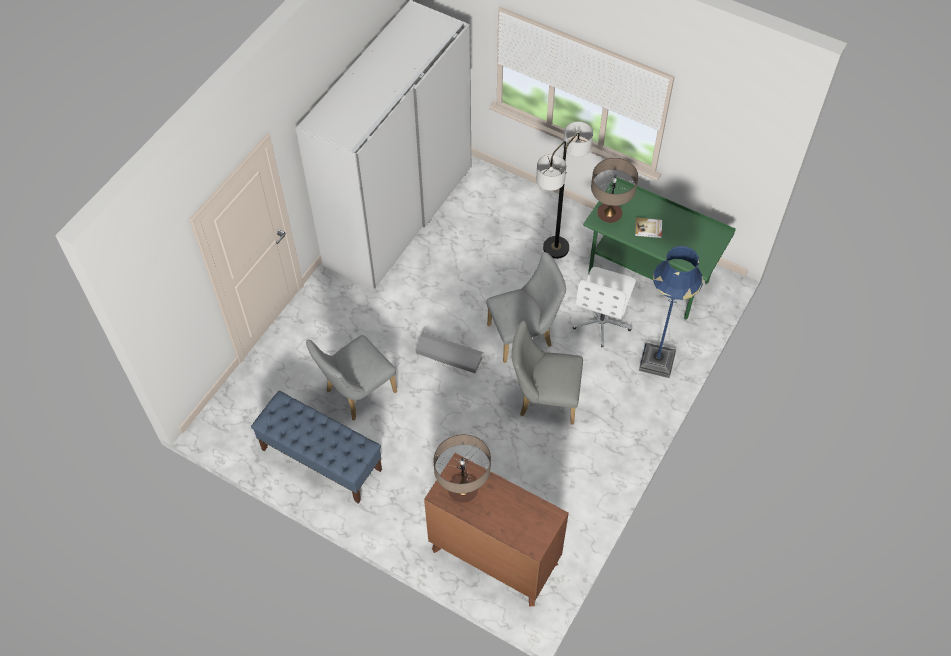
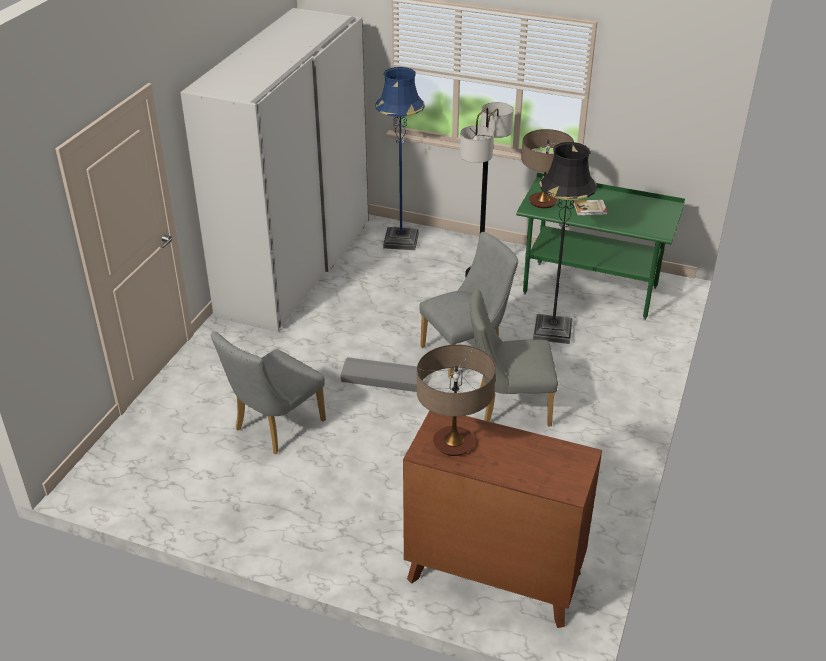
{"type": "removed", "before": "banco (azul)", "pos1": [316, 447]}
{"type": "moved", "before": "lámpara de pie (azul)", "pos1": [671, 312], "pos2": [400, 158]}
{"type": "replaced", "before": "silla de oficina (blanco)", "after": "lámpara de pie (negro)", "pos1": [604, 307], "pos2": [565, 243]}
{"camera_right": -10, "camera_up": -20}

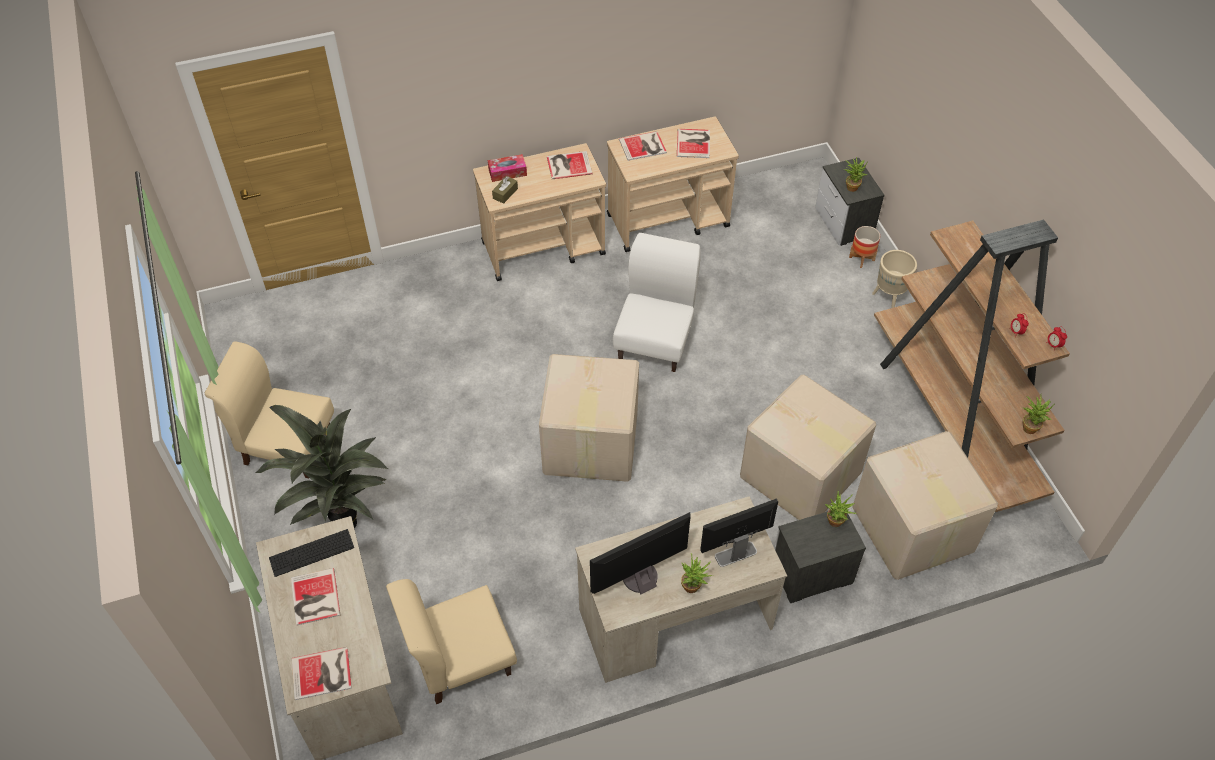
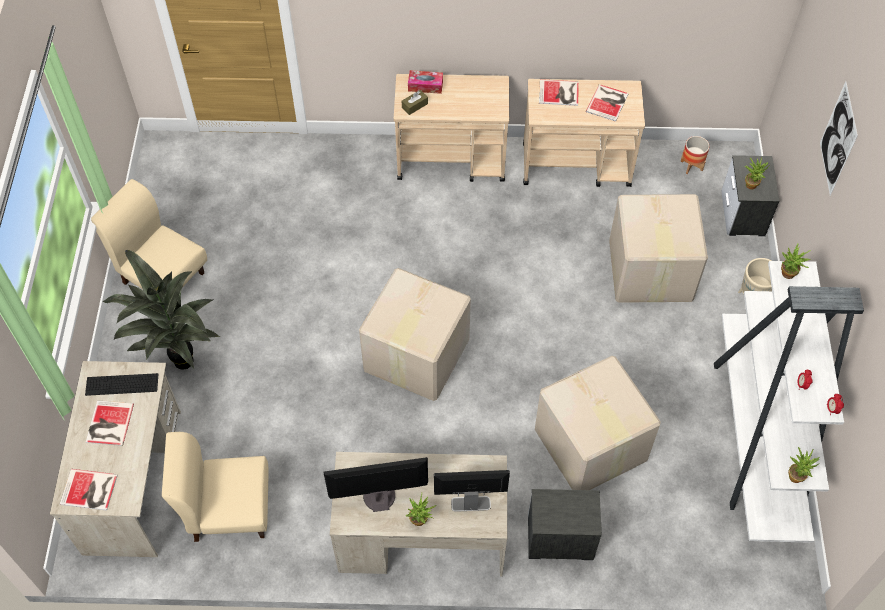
{"type": "removed", "before": "libro", "pos1": [569, 165]}
{"type": "removed", "before": "silla (blanco)", "pos1": [657, 302]}
{"type": "added", "after": "cuadro", "pos2": [839, 138]}
{"type": "moved", "before": "planta en maceta", "pos1": [841, 509], "pos2": [796, 261]}
{"type": "moved", "before": "maceta", "pos1": [864, 247], "pos2": [694, 155]}
{"type": "moved", "before": "caja de cartón", "pos1": [925, 505], "pos2": [658, 248]}
{"type": "recoloured", "before": "estantería (marrón)", "after": "estantería (blanco)", "pos1": [972, 366], "pos2": [789, 402]}
{"camera_right": 20, "camera_up": 5}

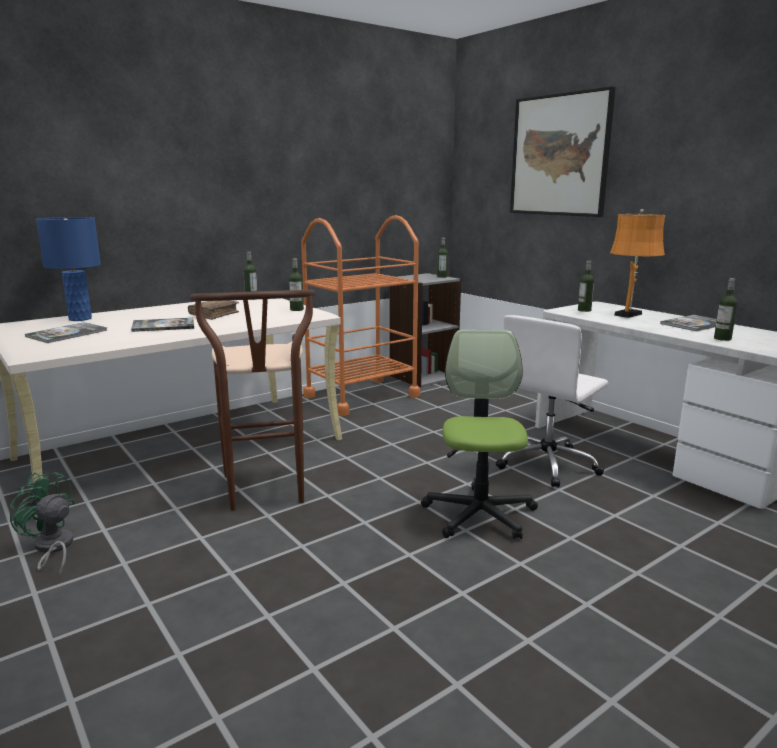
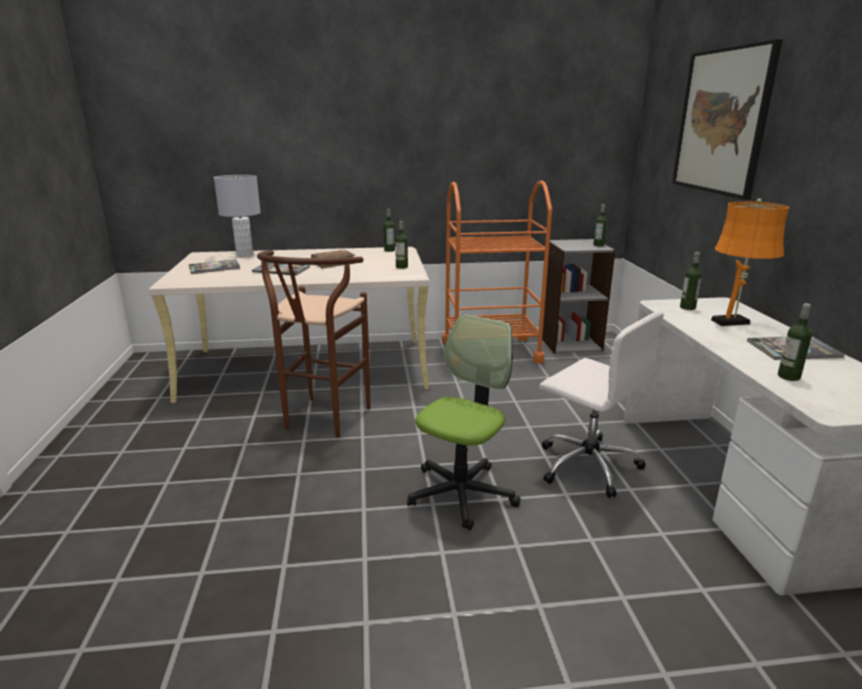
{"type": "removed", "before": "ventilador (verde)", "pos1": [42, 524]}
{"type": "recoloured", "before": "lámpara de mesa (azul)", "after": "lámpara de mesa (gris)", "pos1": [68, 269], "pos2": [237, 216]}
{"type": "turned", "before": "silla de oficina (blanco)", "pos1": [552, 401], "pos2": [601, 405], "turn": -120}
{"camera_right": 30, "camera_up": 5}

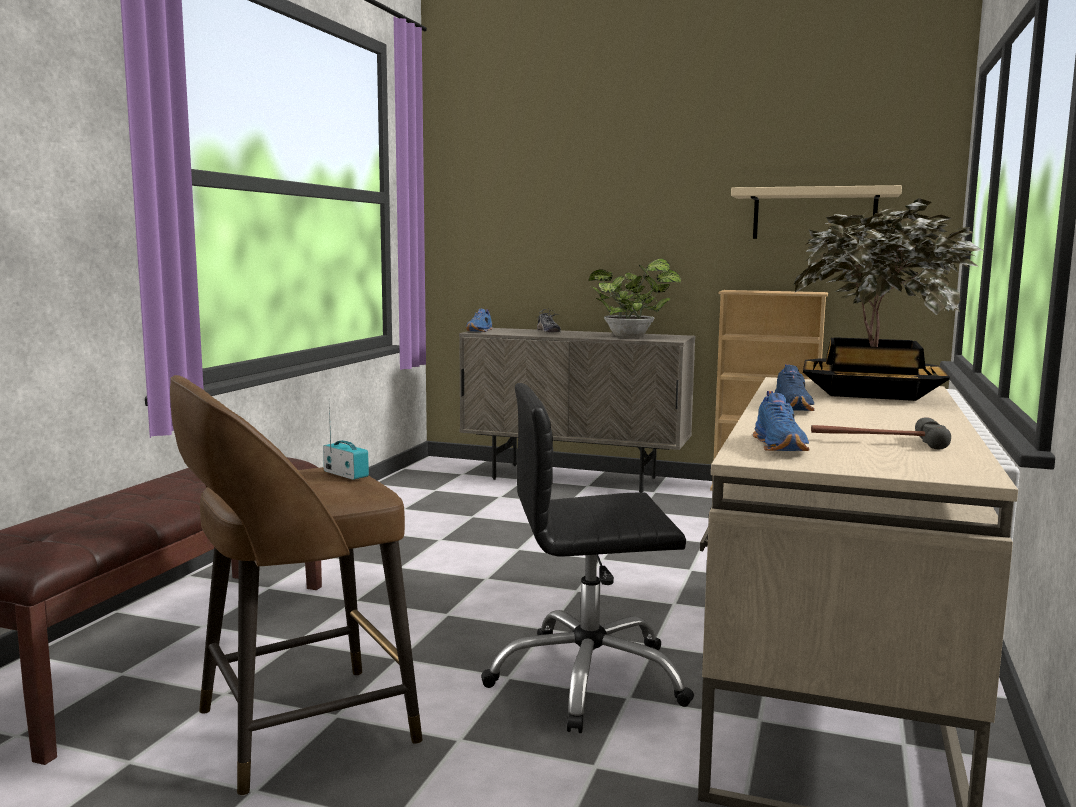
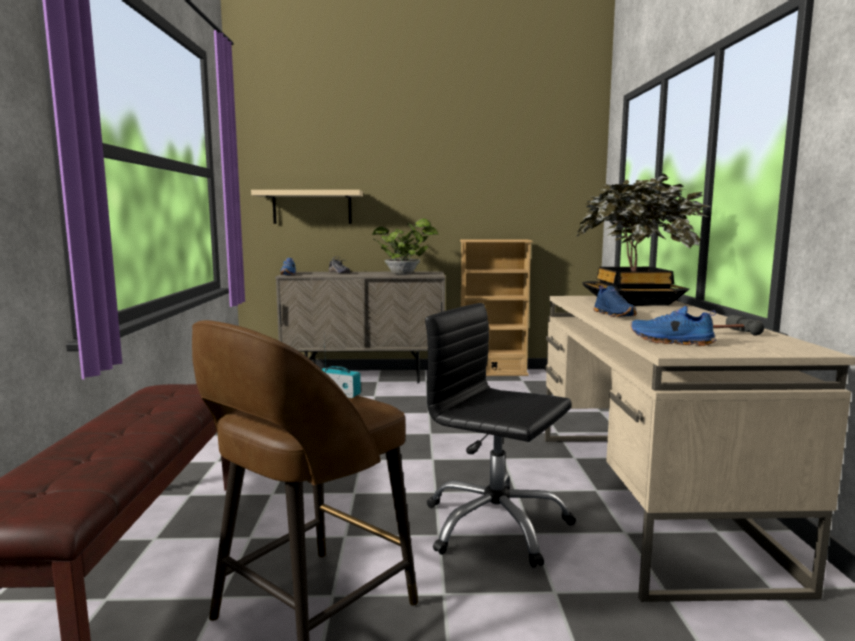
{"type": "moved", "before": "estante (beis)", "pos1": [816, 212], "pos2": [307, 207]}
{"type": "turned", "before": "silla de oficina (negro)", "pos1": [587, 558], "pos2": [500, 435], "turn": 60}
{"type": "turned", "before": "zapato (azul)", "pos1": [781, 421], "pos2": [673, 326], "turn": 135}
{"camera_right": -20, "camera_up": 0}

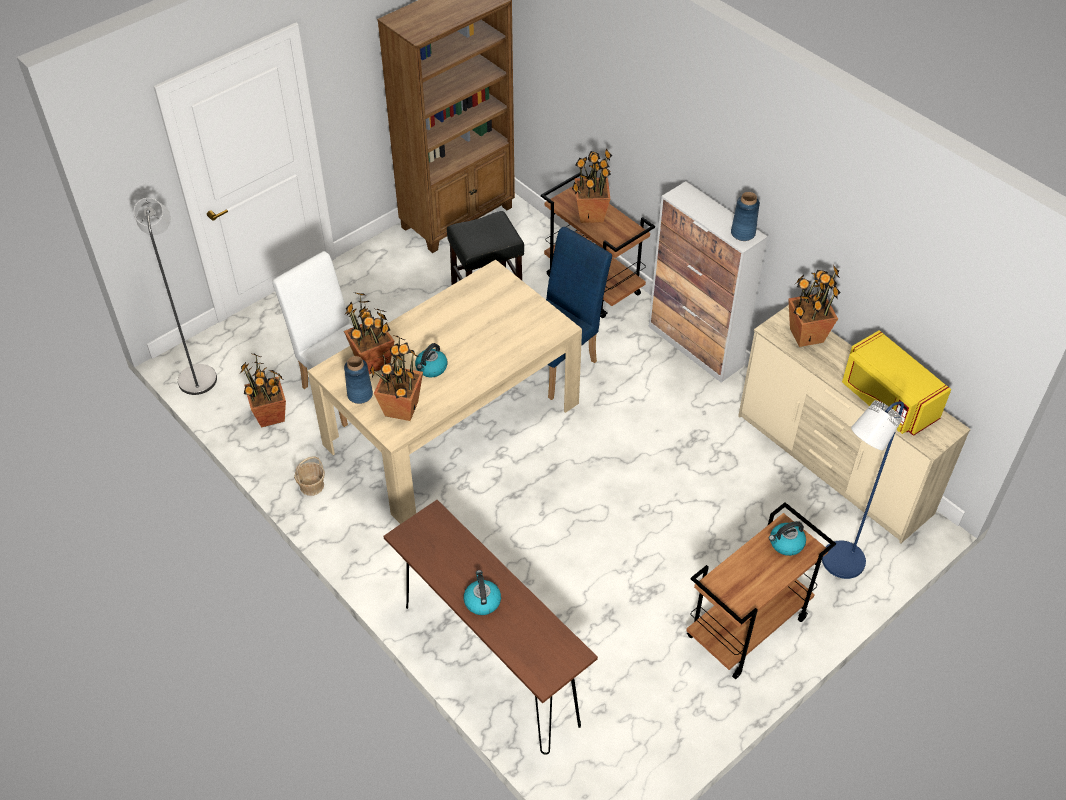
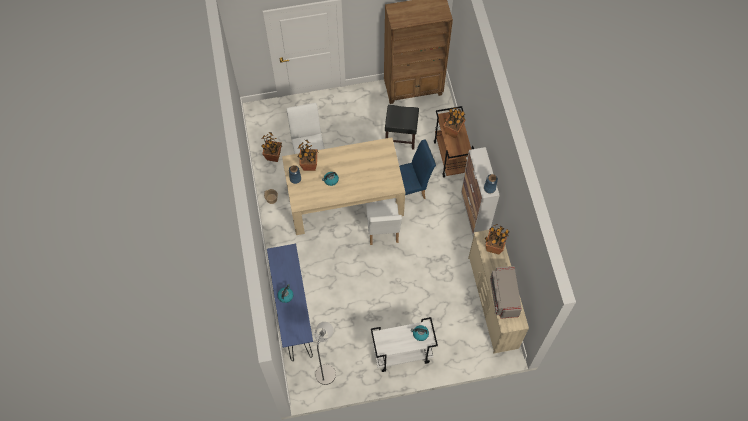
{"type": "removed", "before": "planta en maceta", "pos1": [396, 378]}
{"type": "removed", "before": "lámpara de pie (azul)", "pos1": [863, 489]}
{"type": "added", "after": "silla (blanco)", "pos2": [384, 221]}
{"type": "moved", "before": "lámpara de pie (gris)", "pos1": [175, 296], "pos2": [325, 353]}
{"type": "recoloured", "before": "mesa consola (marrón)", "after": "mesa consola (azul)", "pos1": [490, 627], "pos2": [290, 302]}
{"type": "recoloured", "before": "carrito (marrón)", "after": "carrito (blanco)", "pos1": [761, 590], "pos2": [404, 344]}
{"type": "recoloured", "before": "microondas (amarillo)", "after": "microondas (gris)", "pos1": [896, 383], "pos2": [506, 292]}
{"camera_right": 30, "camera_up": 15}

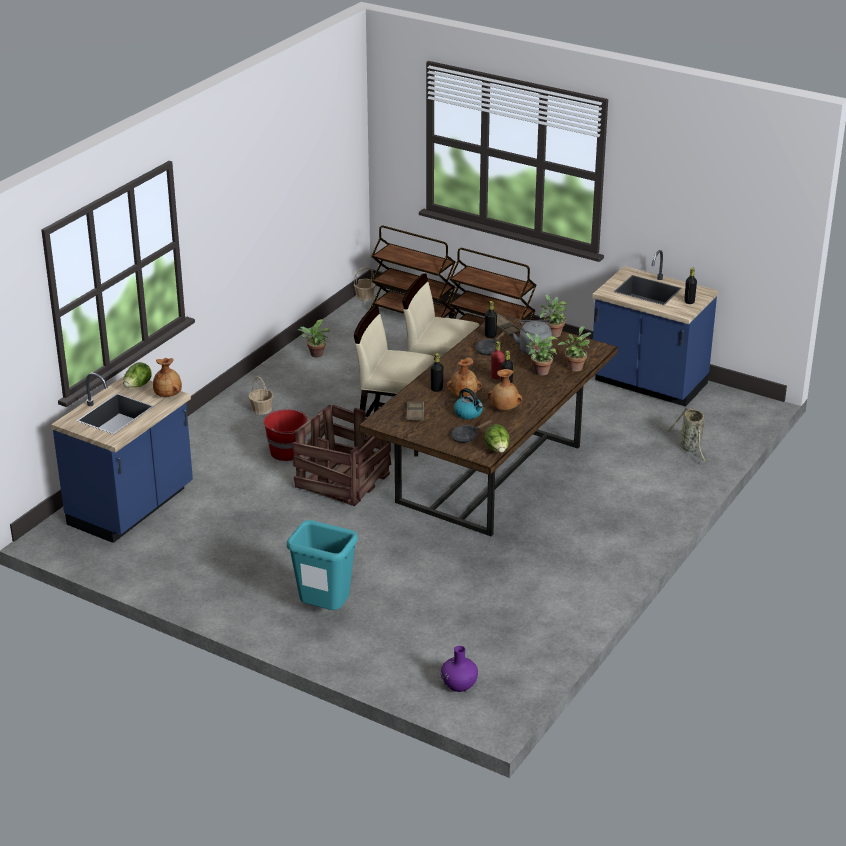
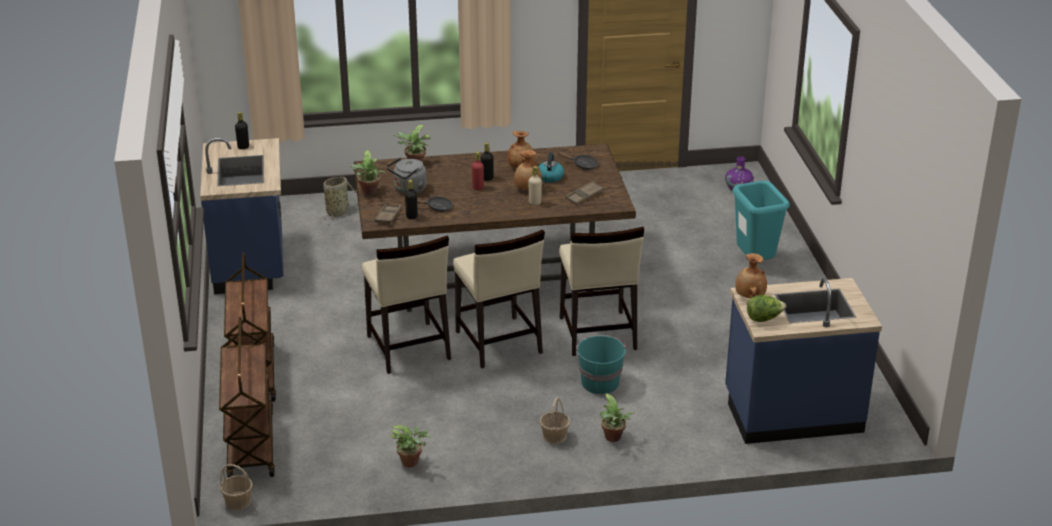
{"type": "removed", "before": "lechuga", "pos1": [497, 438]}
{"type": "moved", "before": "planta en maceta", "pos1": [541, 354], "pos2": [617, 417]}
{"type": "replaced", "before": "caja de embalaje", "after": "silla (beis)", "pos1": [341, 455], "pos2": [601, 291]}
{"type": "recoloured", "before": "cubo (rojo)", "after": "cubo (turquesa)", "pos1": [286, 435], "pos2": [601, 364]}
{"type": "recoloured", "before": "botella (negro)", "after": "botella (beis)", "pos1": [437, 372], "pos2": [535, 185]}
{"camera_right": -130, "camera_up": 0}

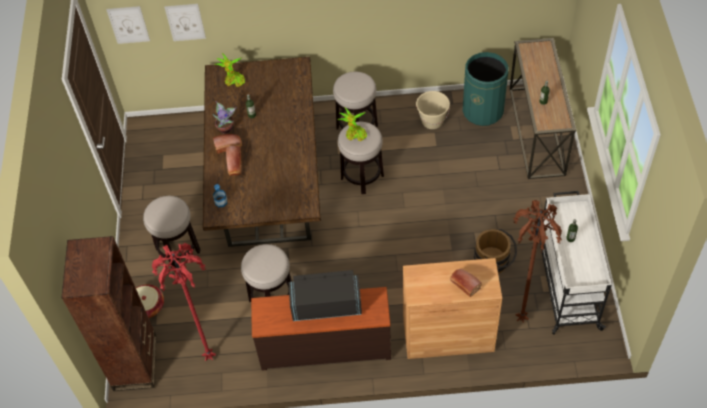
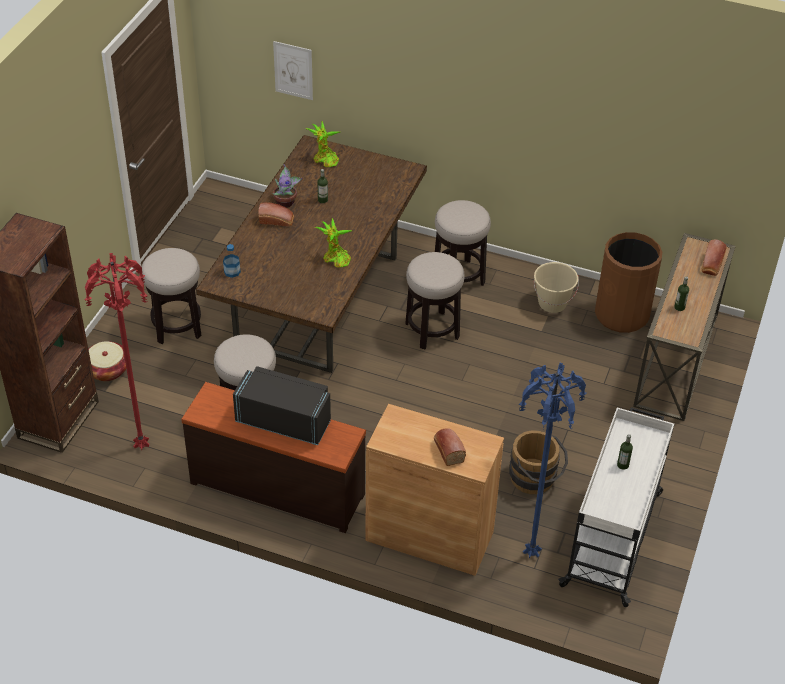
{"type": "removed", "before": "cuadro", "pos1": [128, 25]}
{"type": "moved", "before": "pan", "pos1": [233, 161], "pos2": [714, 257]}
{"type": "moved", "before": "planta en maceta", "pos1": [352, 124], "pos2": [334, 243]}
{"type": "recoloured", "before": "papelera (verde)", "after": "papelera (marrón)", "pos1": [485, 89], "pos2": [628, 282]}
{"type": "recoloured", "before": "lámpara de pie (marrón)", "after": "lámpara de pie (azul)", "pos1": [537, 261], "pos2": [552, 460]}
{"camera_right": 20, "camera_up": -10}

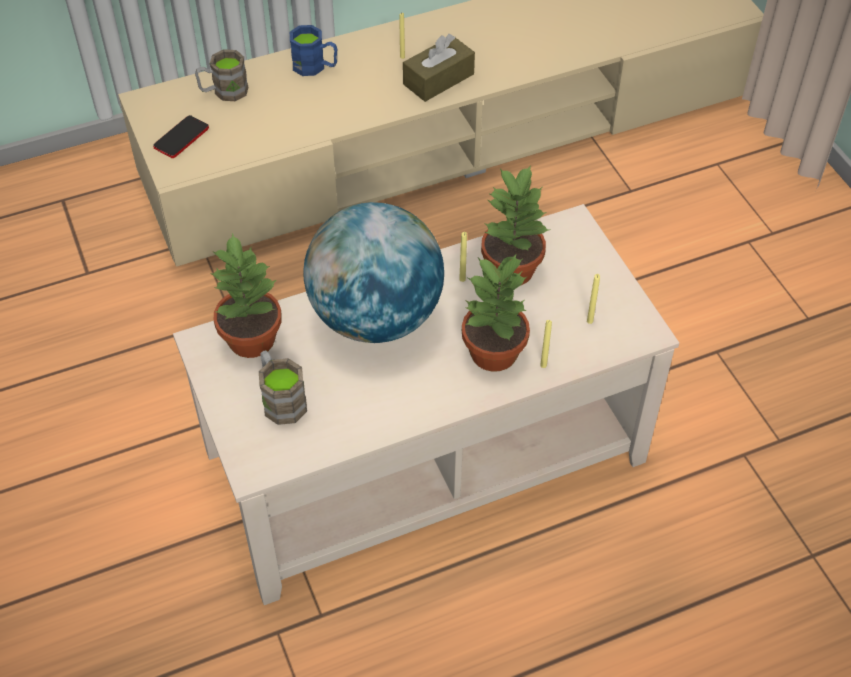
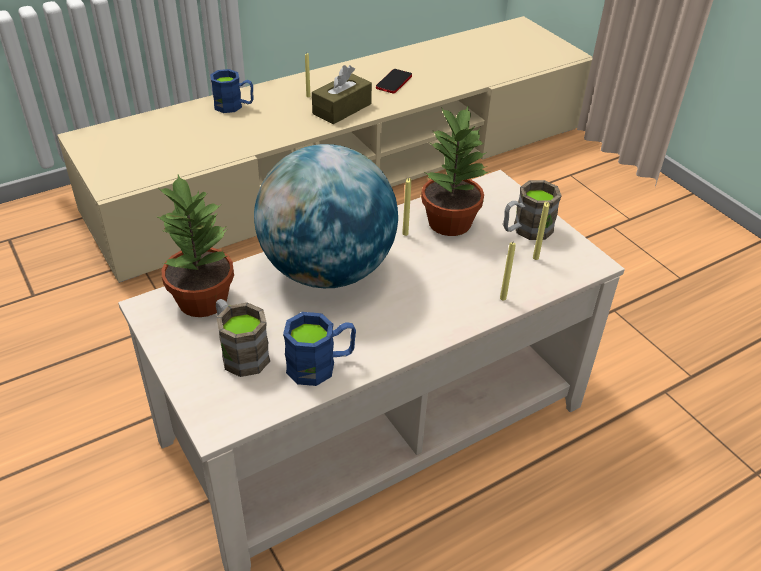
{"type": "removed", "before": "planta en maceta", "pos1": [496, 312]}
{"type": "added", "after": "taza grande (azul)", "pos2": [319, 349]}
{"type": "moved", "before": "móvil", "pos1": [181, 136], "pos2": [394, 81]}
{"type": "moved", "before": "taza grande (marrón)", "pos1": [221, 75], "pos2": [532, 210]}
{"camera_right": -10, "camera_up": -10}

